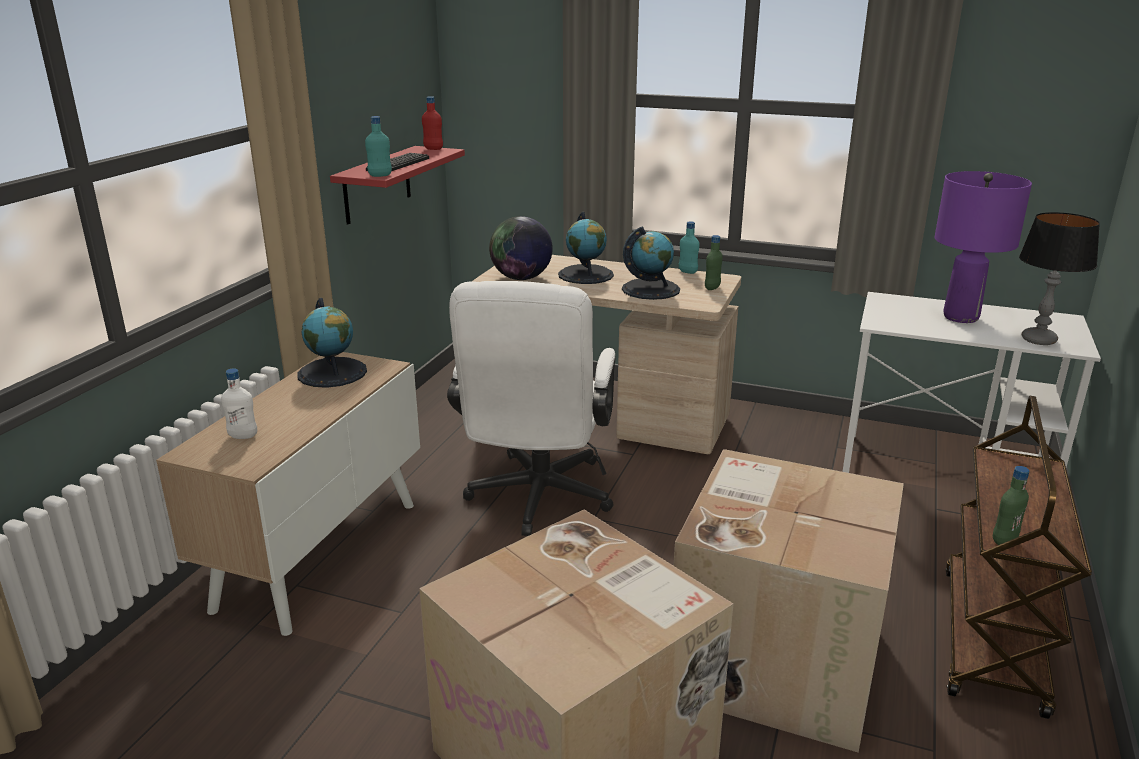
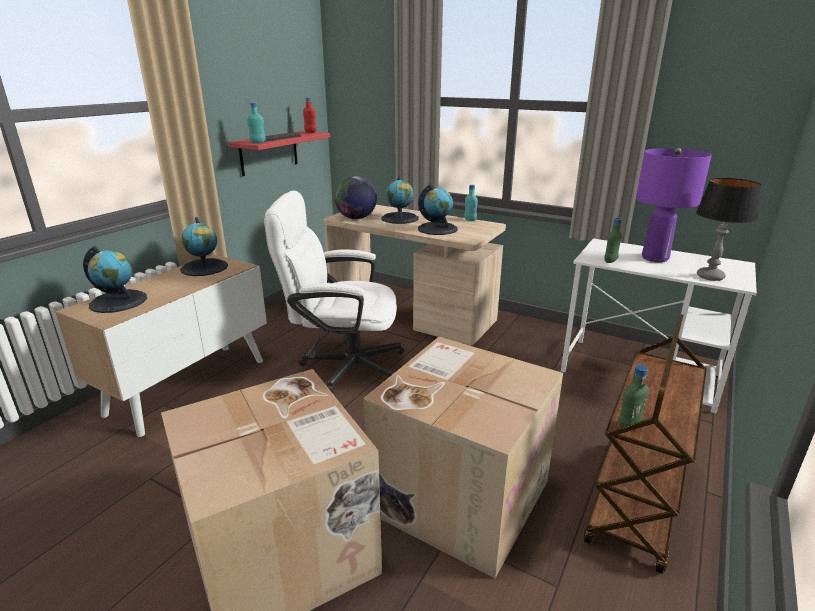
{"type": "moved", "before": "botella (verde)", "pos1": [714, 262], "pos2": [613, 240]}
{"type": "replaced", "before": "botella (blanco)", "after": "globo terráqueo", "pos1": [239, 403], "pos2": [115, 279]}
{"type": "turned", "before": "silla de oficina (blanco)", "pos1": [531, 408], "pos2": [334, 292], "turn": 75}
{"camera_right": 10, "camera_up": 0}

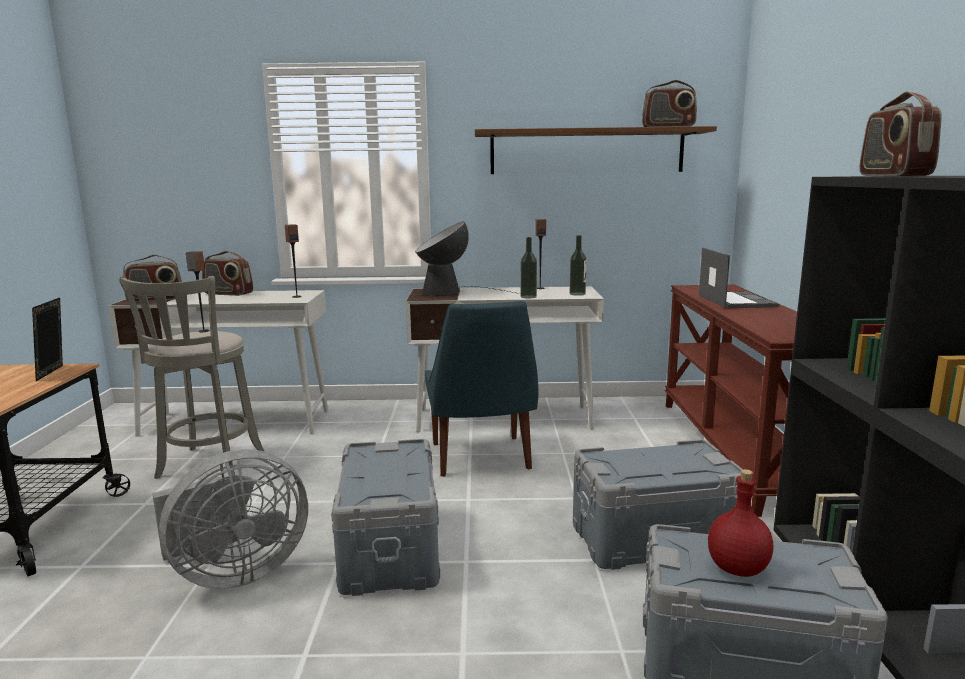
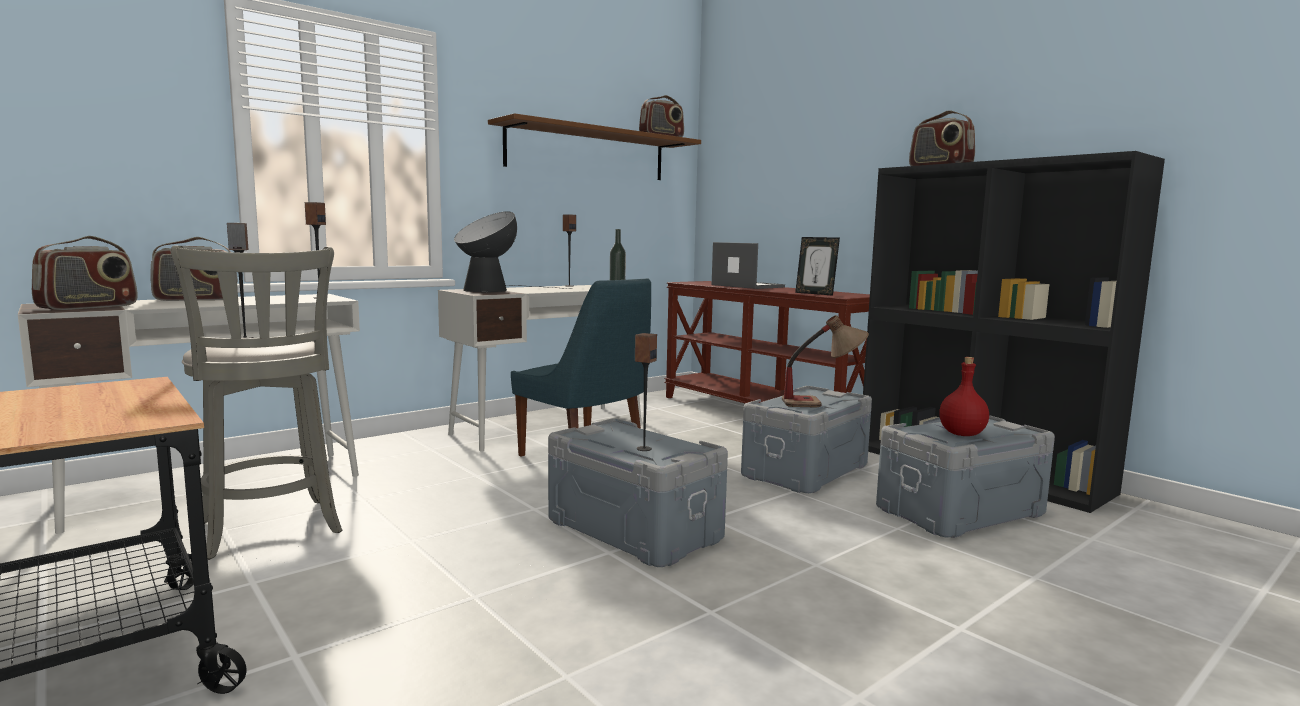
{"type": "removed", "before": "ventilador (gris)", "pos1": [230, 519]}
{"type": "removed", "before": "botella", "pos1": [528, 267]}
{"type": "added", "after": "altavoz", "pos2": [646, 392]}
{"type": "added", "after": "lámpara de mesa", "pos2": [825, 361]}
{"type": "moved", "before": "portarretratos", "pos1": [47, 339], "pos2": [817, 266]}
{"camera_right": -40, "camera_up": -5}

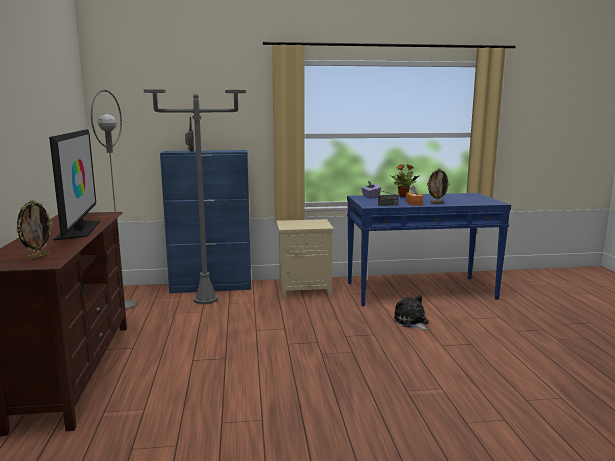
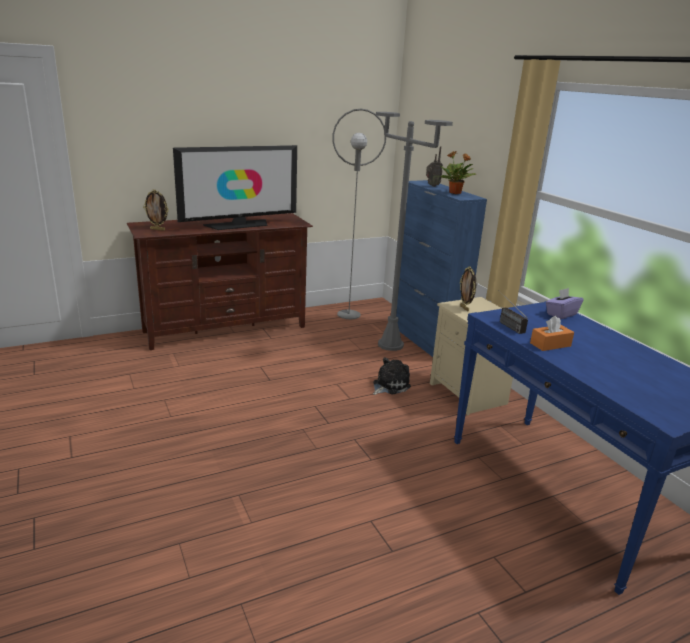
{"type": "moved", "before": "planta en maceta", "pos1": [404, 180], "pos2": [458, 172]}
{"type": "moved", "before": "peluche", "pos1": [411, 313], "pos2": [392, 376]}
{"type": "moved", "before": "portarretratos", "pos1": [438, 185], "pos2": [468, 289]}
{"camera_right": 70, "camera_up": 10}

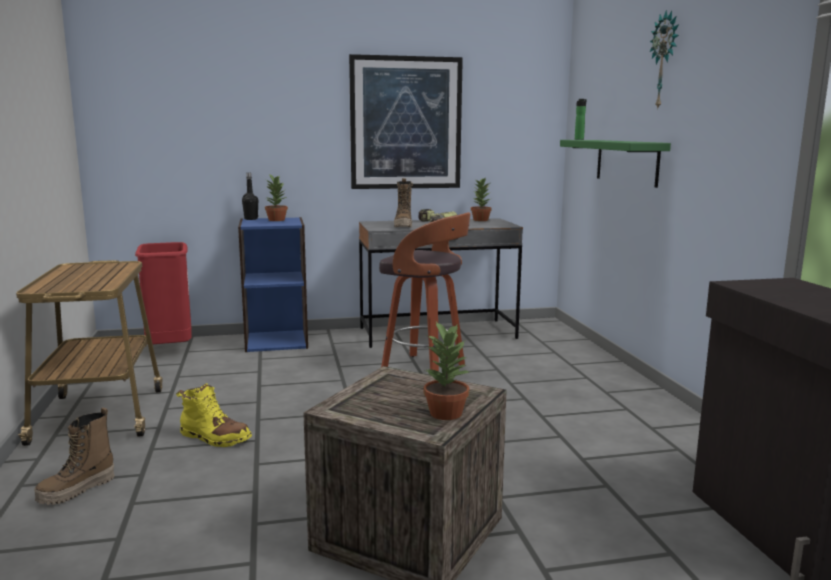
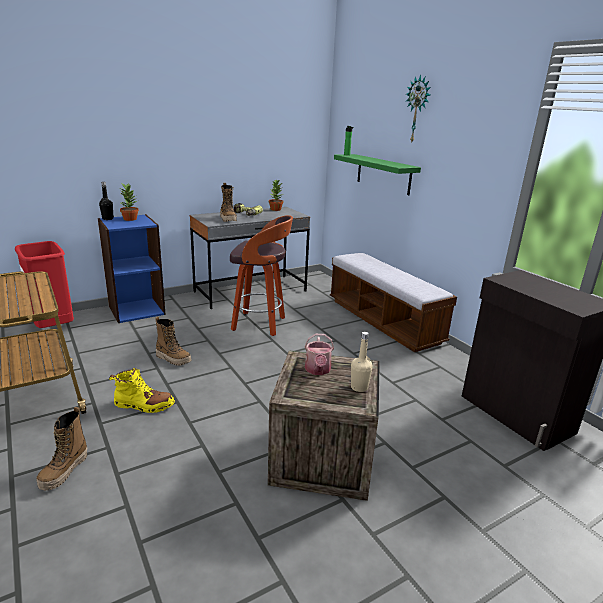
{"type": "removed", "before": "cuadro", "pos1": [406, 121]}
{"type": "added", "after": "bota", "pos2": [173, 341]}
{"type": "added", "after": "regadera", "pos2": [319, 354]}
{"type": "added", "after": "banco", "pos2": [393, 302]}
{"type": "replaced", "before": "planta en maceta", "after": "botella (beis)", "pos1": [446, 371], "pos2": [362, 362]}
{"camera_right": -20, "camera_up": 10}

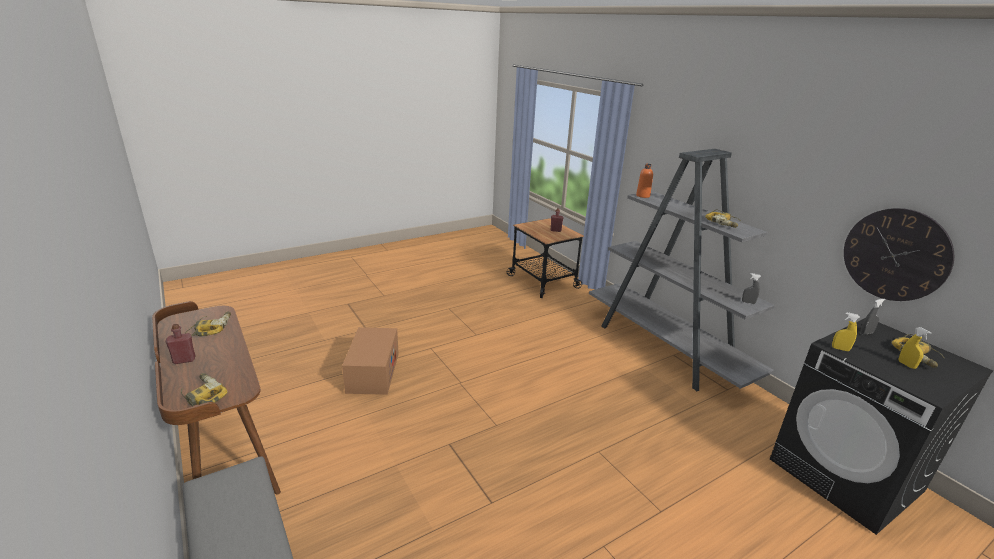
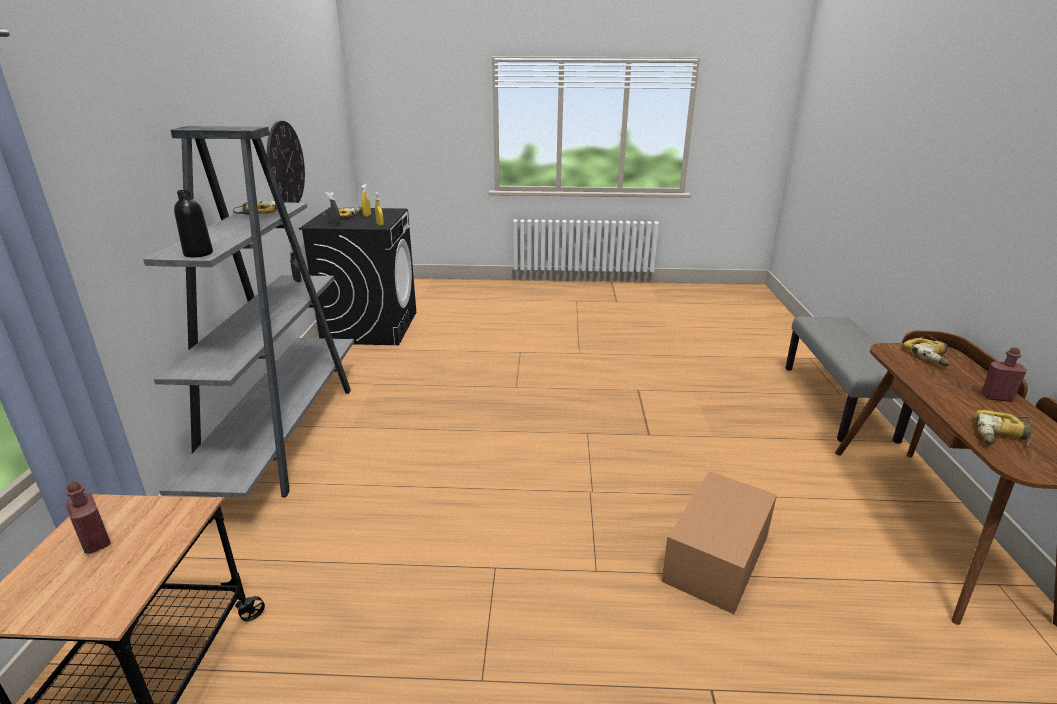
{"type": "recoloured", "before": "botella (naranja)", "after": "botella (negro)", "pos1": [644, 181], "pos2": [193, 224]}
{"camera_right": -145, "camera_up": 0}

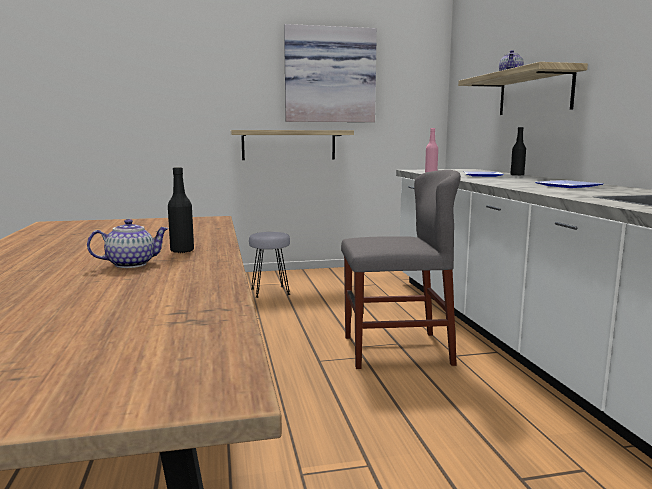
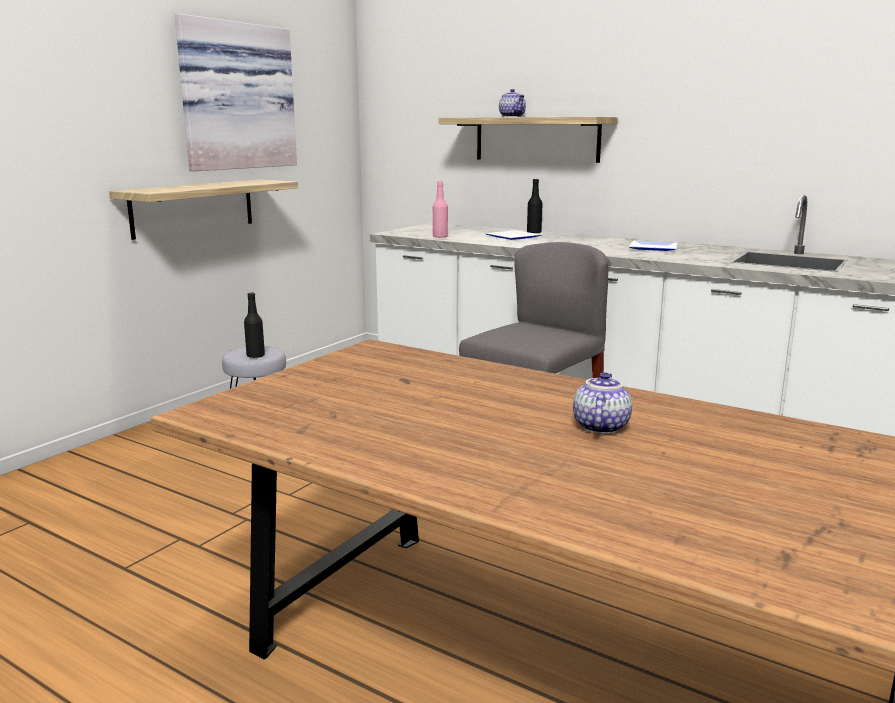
{"type": "moved", "before": "botella (negro)", "pos1": [181, 210], "pos2": [254, 325]}
{"camera_right": -45, "camera_up": 5}

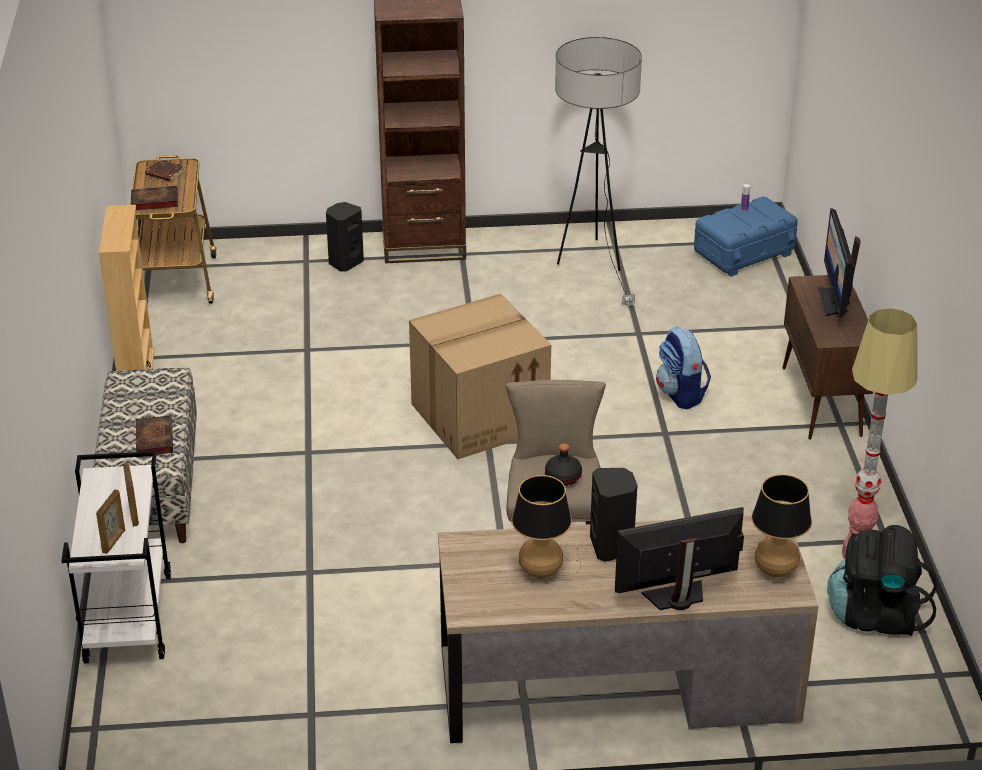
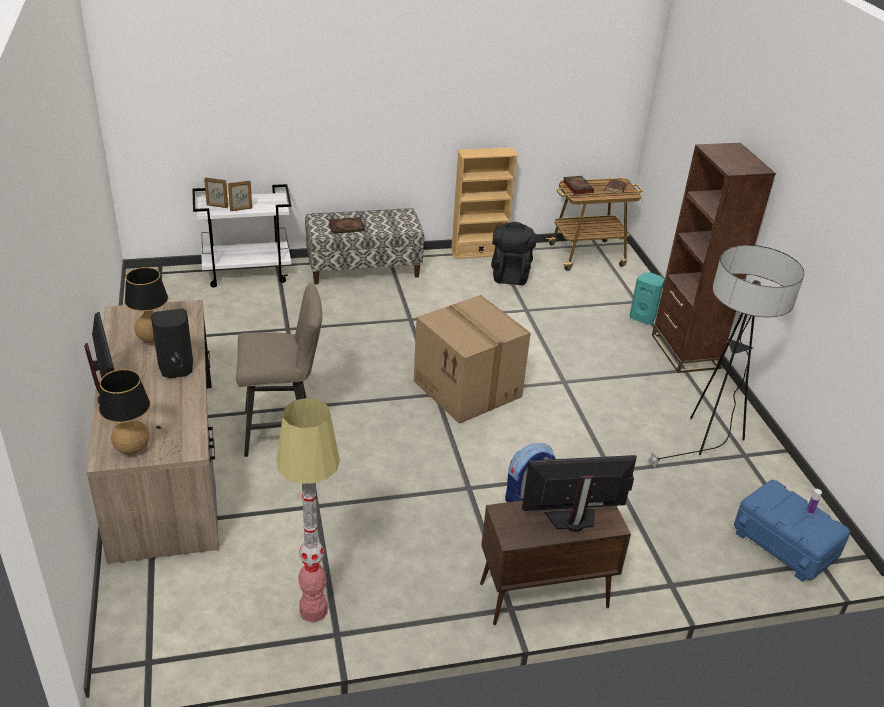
{"type": "removed", "before": "botella (negro)", "pos1": [563, 464]}
{"type": "moved", "before": "mochila (negro)", "pos1": [882, 580], "pos2": [514, 253]}
{"type": "recoloured", "before": "altavoz (negro)", "after": "altavoz (turquesa)", "pos1": [345, 236], "pos2": [646, 298]}
{"camera_right": 80, "camera_up": 0}

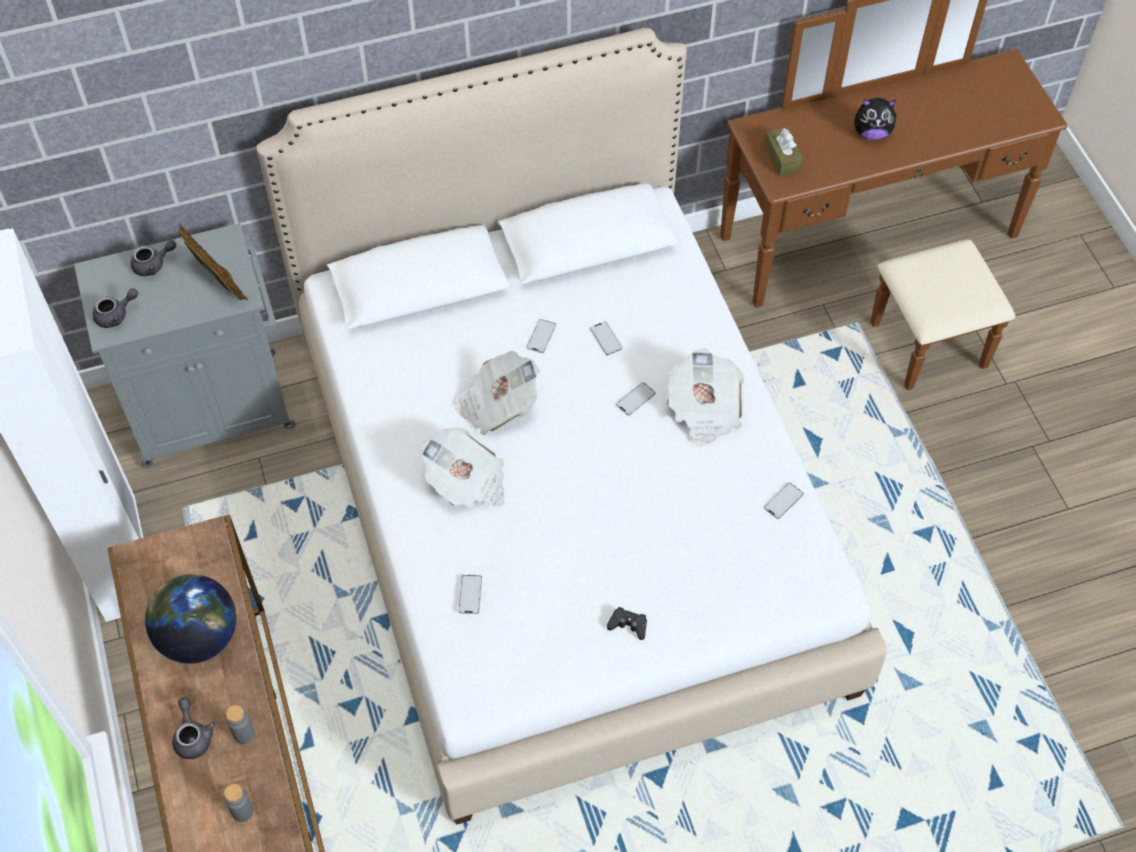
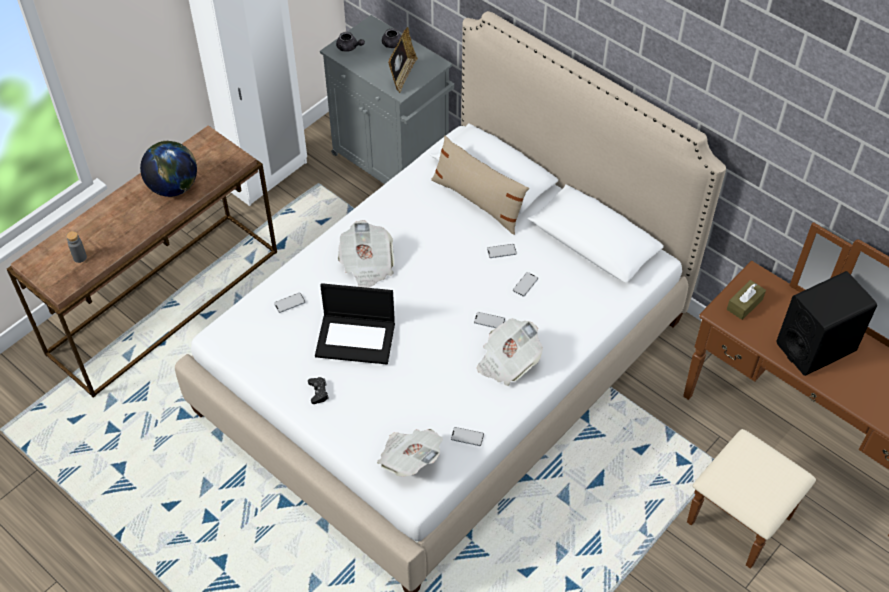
{"type": "removed", "before": "tetera (gris)", "pos1": [194, 728]}
{"type": "removed", "before": "botella (gris)", "pos1": [240, 724]}
{"type": "added", "after": "portátil", "pos2": [355, 323]}
{"type": "added", "after": "cojín (beis)", "pos2": [480, 185]}
{"type": "moved", "before": "periódico", "pos1": [497, 393], "pos2": [410, 452]}
{"type": "replaced", "before": "peluche", "after": "altavoz (negro)", "pos1": [875, 119], "pos2": [826, 323]}
{"camera_right": 60, "camera_up": -5}

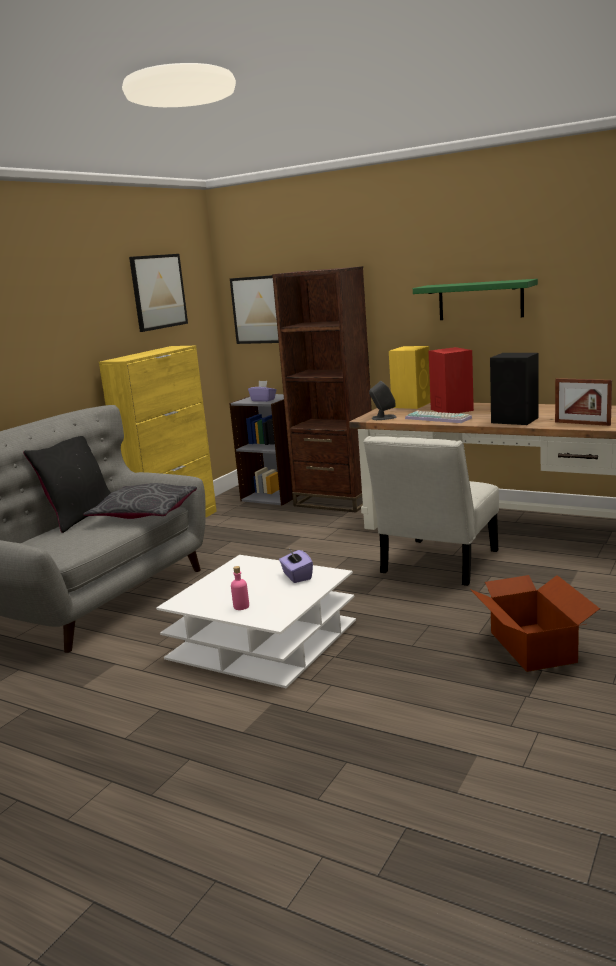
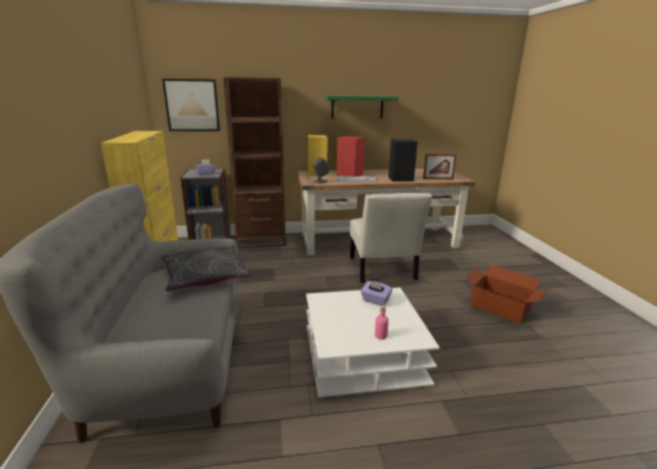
{"type": "removed", "before": "cojín (negro)", "pos1": [67, 484]}
{"type": "removed", "before": "cuadro", "pos1": [158, 293]}
{"camera_right": -40, "camera_up": 5}

